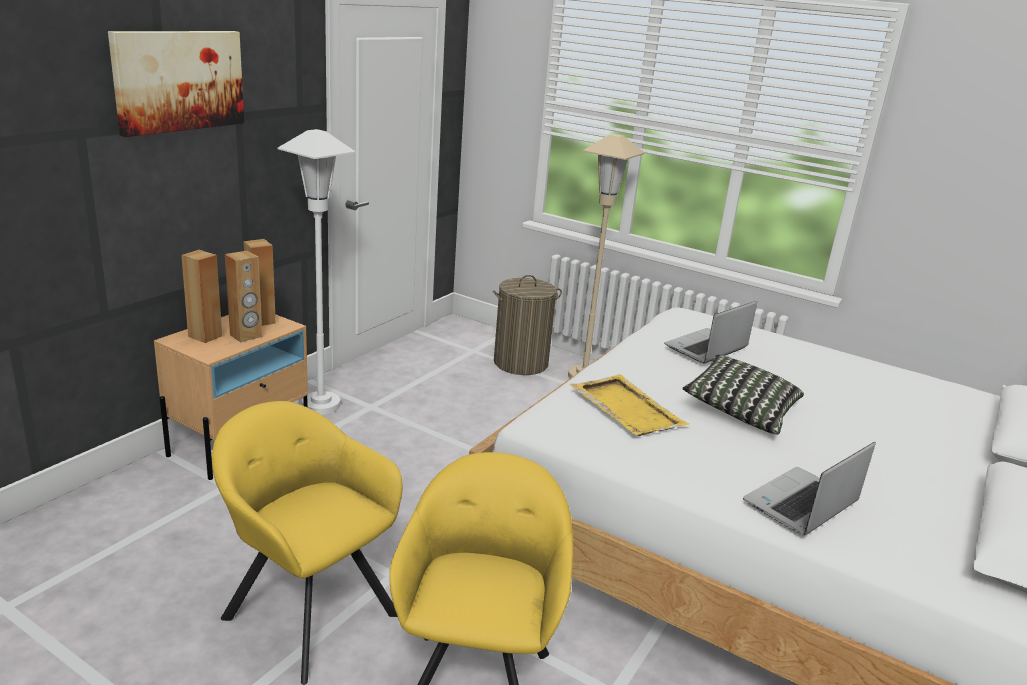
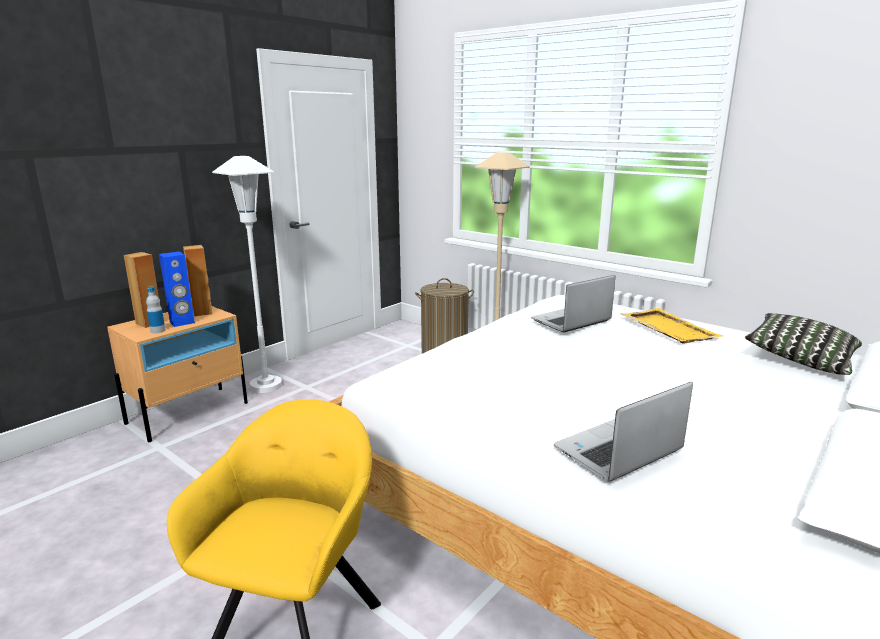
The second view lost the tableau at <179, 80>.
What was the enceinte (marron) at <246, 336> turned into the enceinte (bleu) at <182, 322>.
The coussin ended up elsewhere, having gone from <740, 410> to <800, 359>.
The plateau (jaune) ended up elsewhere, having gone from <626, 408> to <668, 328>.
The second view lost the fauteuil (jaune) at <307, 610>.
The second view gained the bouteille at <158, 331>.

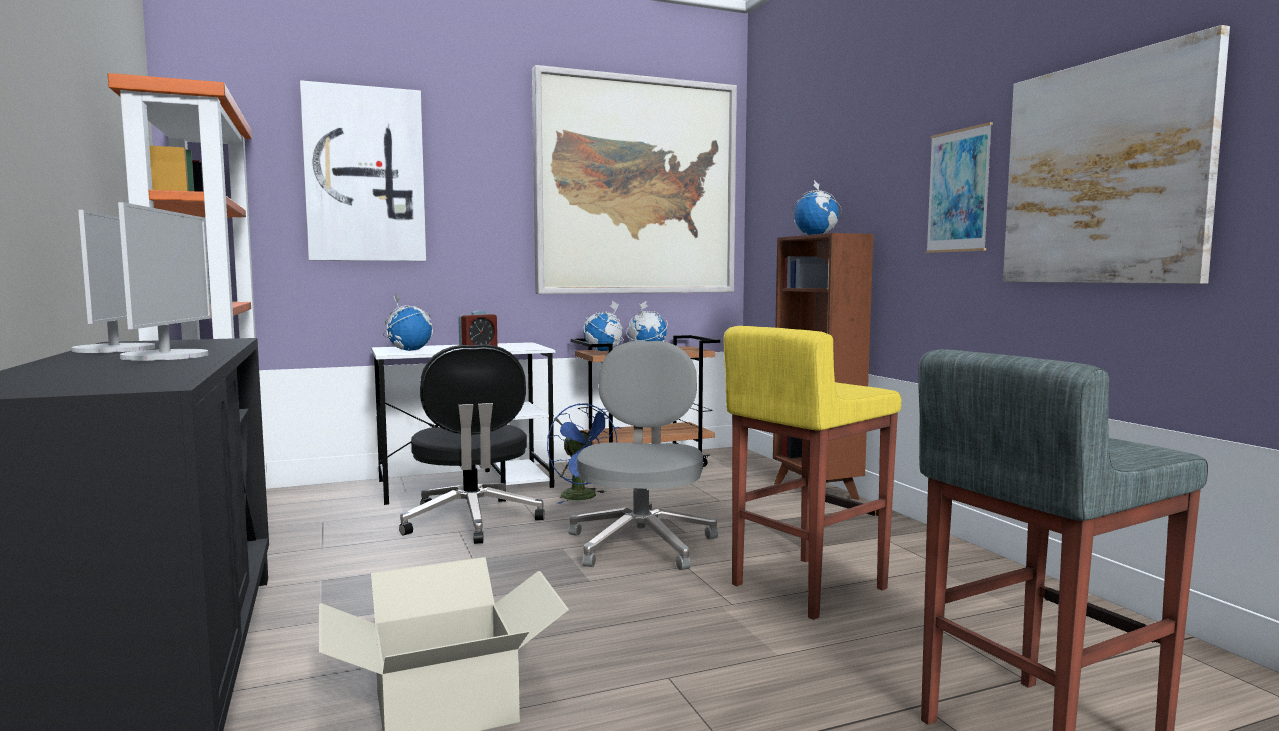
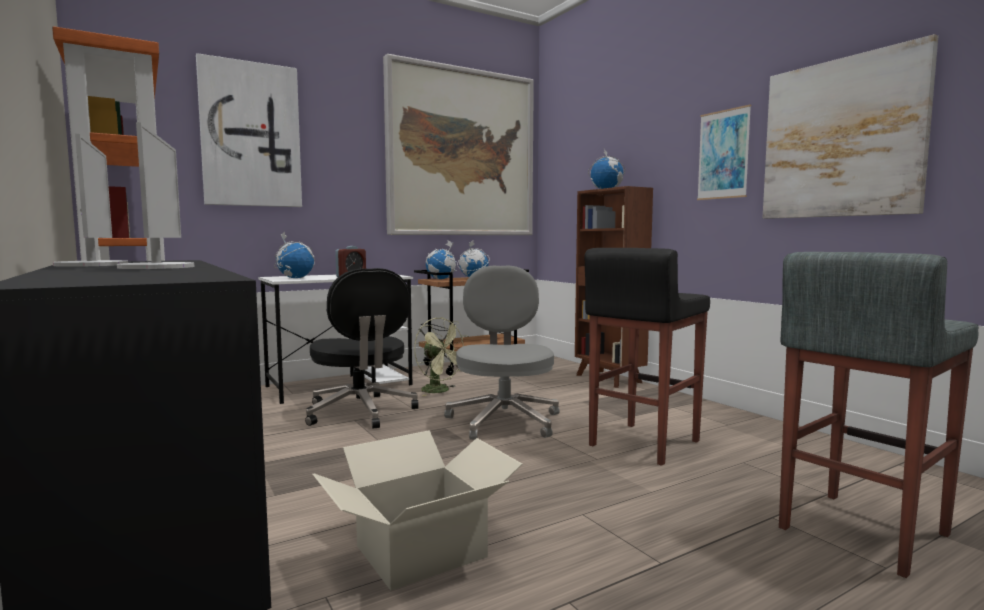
What was the tabouret (jaune) at <806, 586> turned into the tabouret (noir) at <642, 443>.
What was the ventilateur (bleu) at <584, 498> turned into the ventilateur (vert) at <440, 391>.

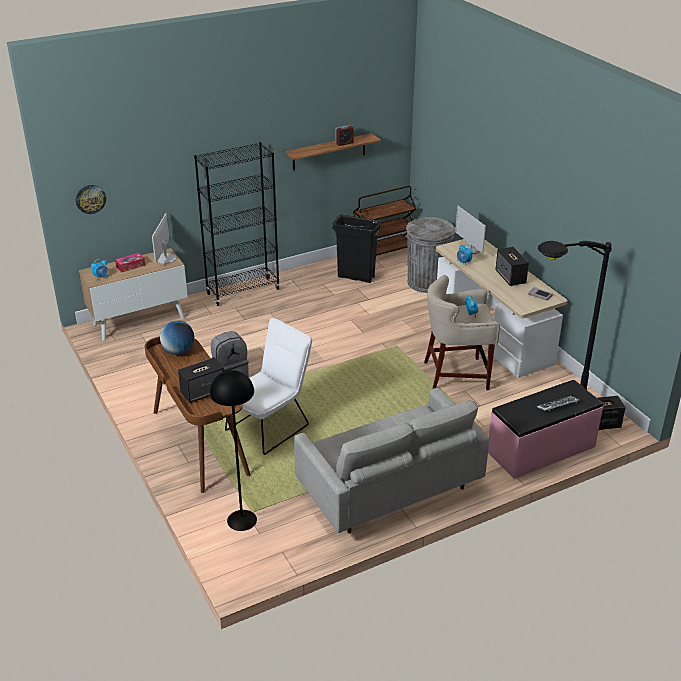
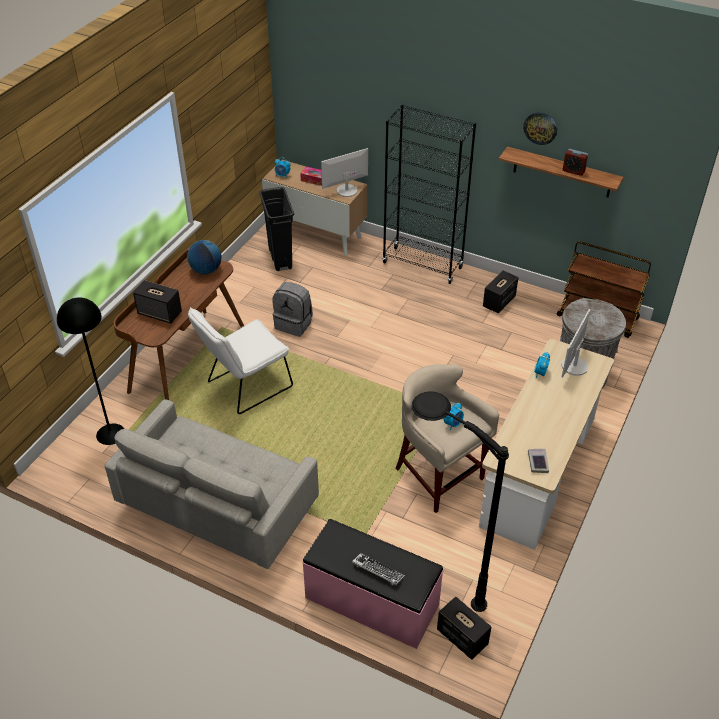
The horloge murale ended up elsewhere, having gone from <90, 199> to <540, 128>.
The poubelle (noir) ended up elsewhere, having gone from <355, 277> to <280, 258>.
The enceinte ended up elsewhere, having gone from <510, 277> to <499, 302>.
The chaise (blanc) at <271, 425> ended up facing another way, 135 degrees clockwise from before.

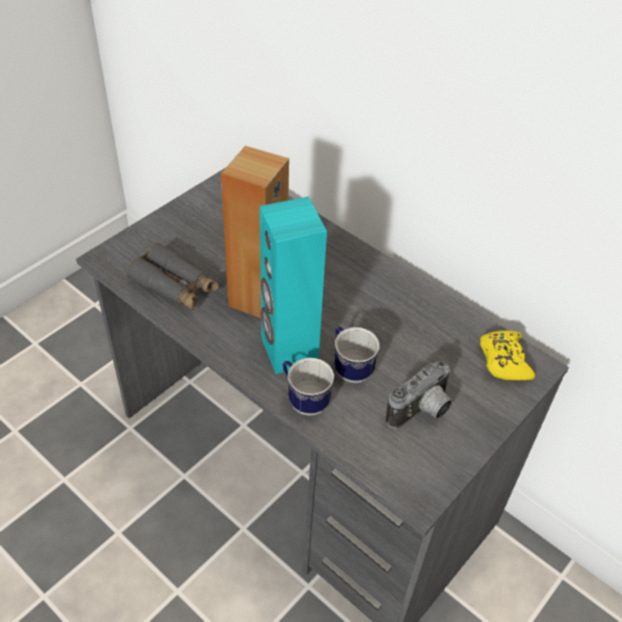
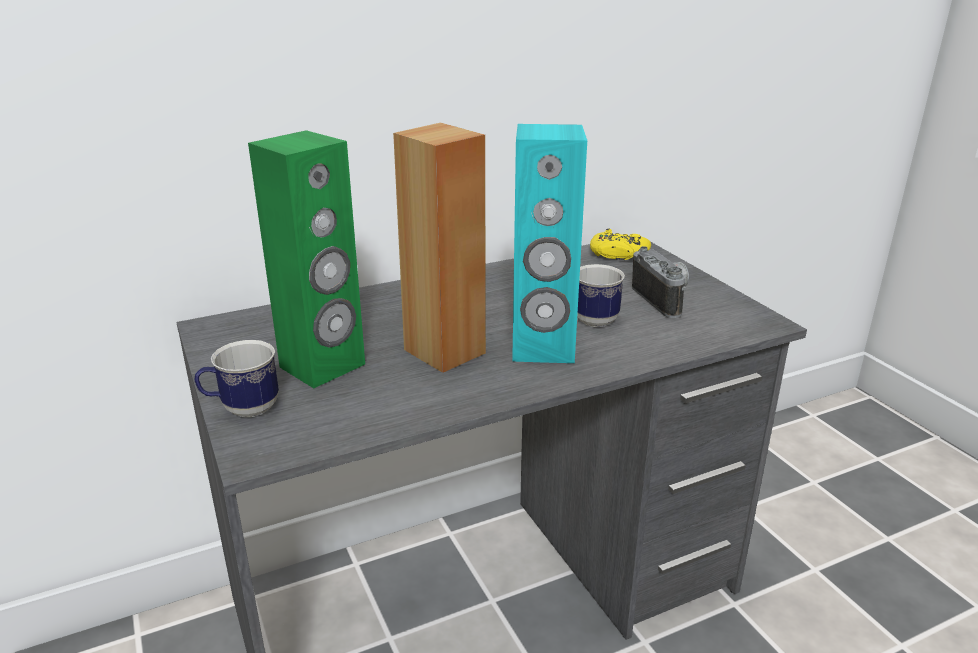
The second view lost the jumelles (gris) at <175, 286>.
The mug ended up elsewhere, having gone from <304, 400> to <242, 410>.
The second view gained the enceinte (vert) at <323, 366>.

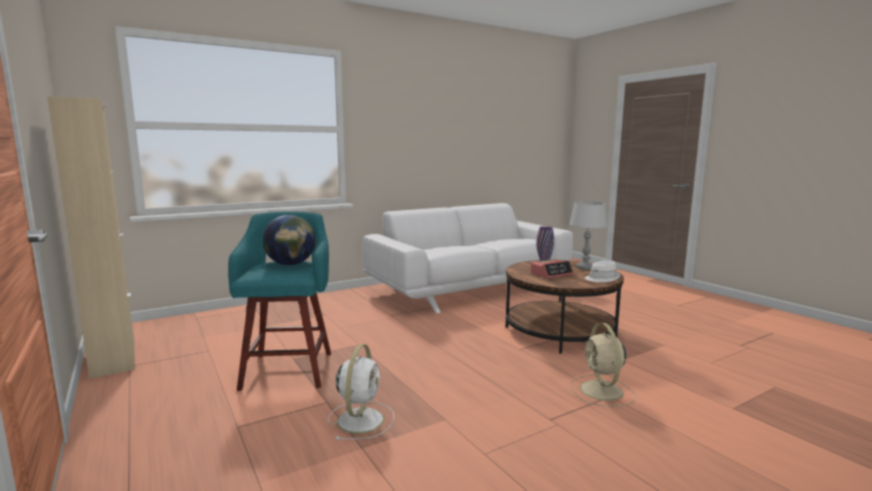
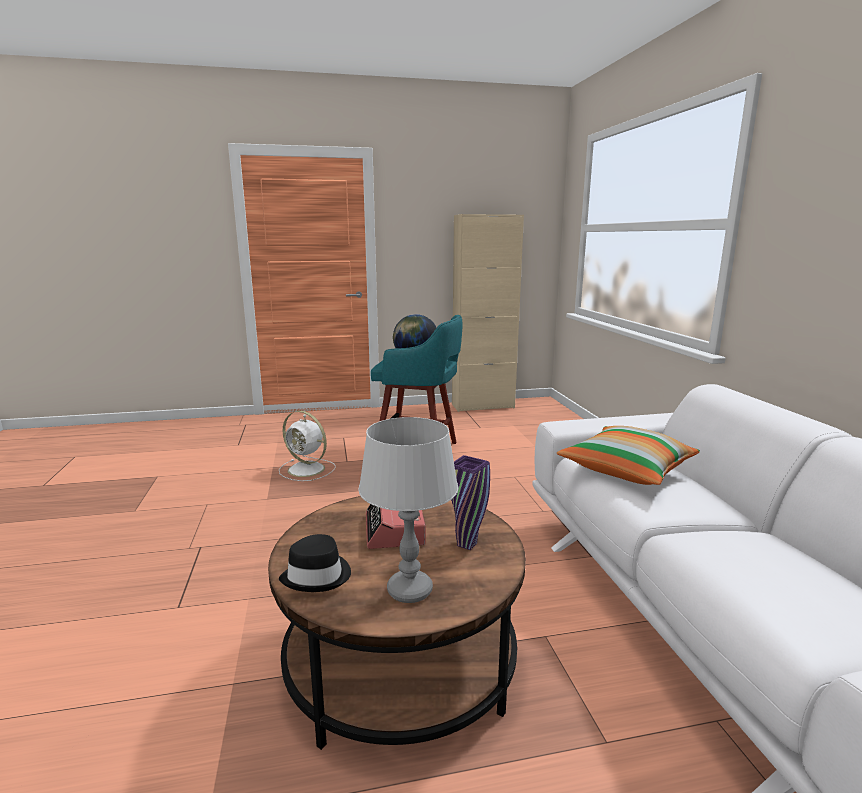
What was the chapeau (blanc) at <601, 278> turned into the chapeau (noir) at <318, 576>.
The second view lost the ventilateur (beige) at <602, 391>.
The second view gained the coussin at <626, 470>.

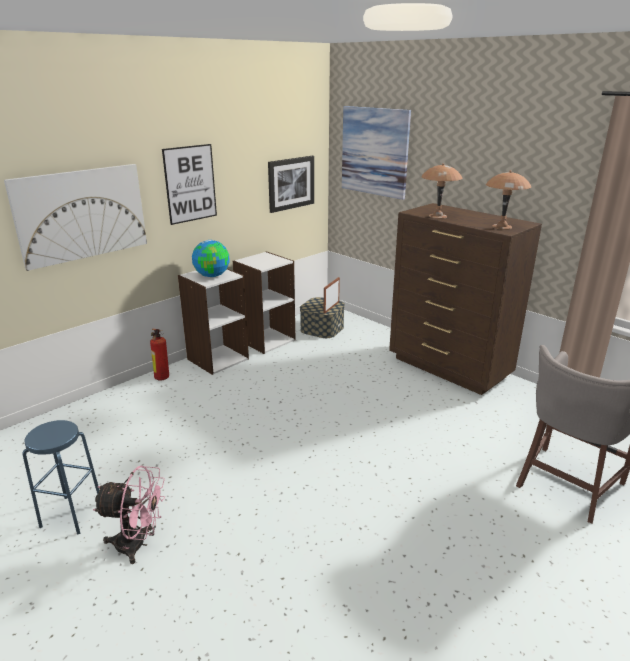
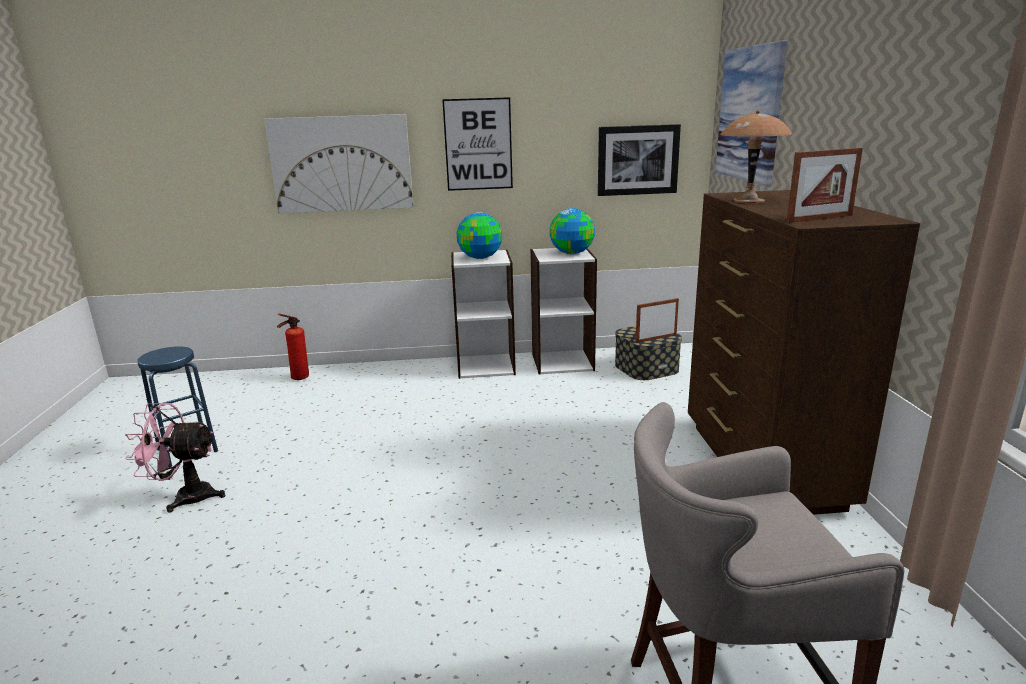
Where the lampe de table (marron) stood at <501, 227>, the cadre photo came to stand at <819, 218>.
The extincteur ended up elsewhere, having gone from <161, 379> to <297, 378>.
The ventilateur (rose) at <138, 544> ended up facing another way, 135 degrees clockwise from before.
The second view gained the globe at <572, 253>.

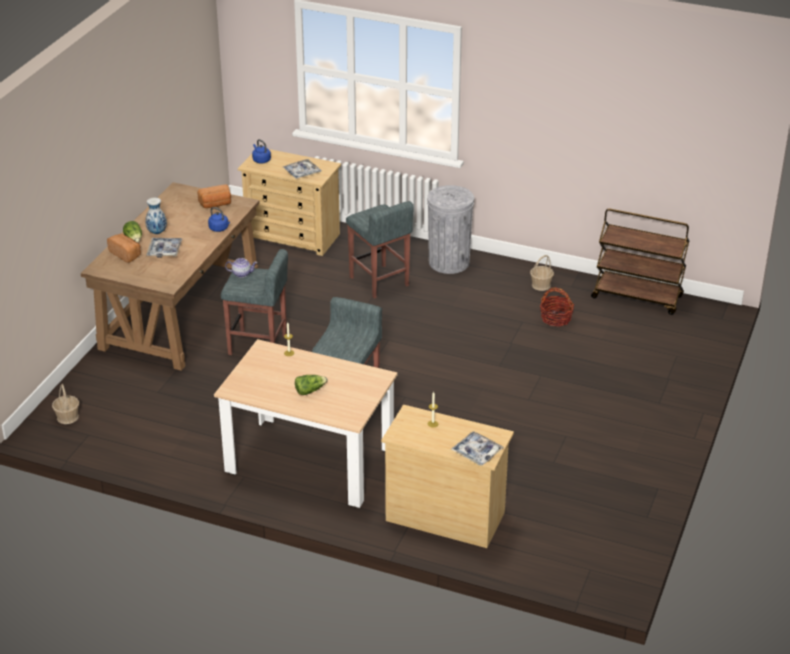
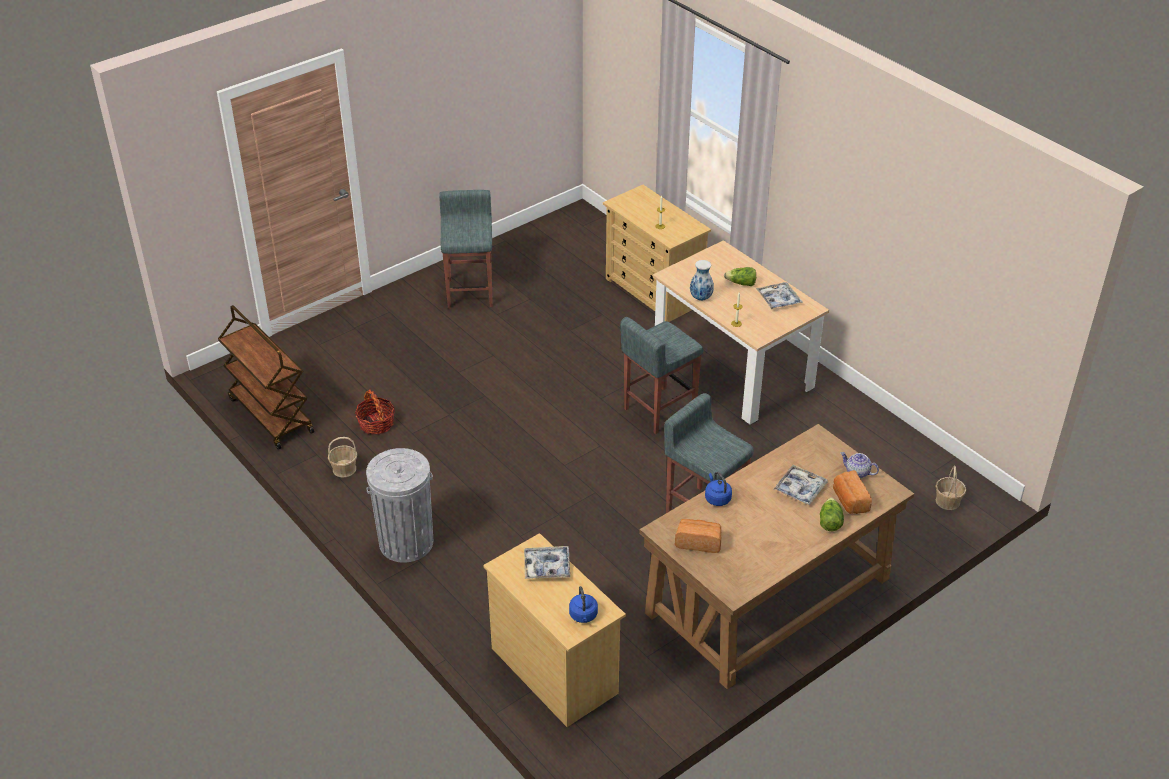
The vase ended up elsewhere, having gone from <157, 232> to <701, 298>.
The tabouret (gris) ended up elsewhere, having gone from <379, 282> to <470, 292>.
The théière ended up elsewhere, having gone from <242, 274> to <857, 472>.
The plateau ended up elsewhere, having gone from <477, 452> to <778, 299>.

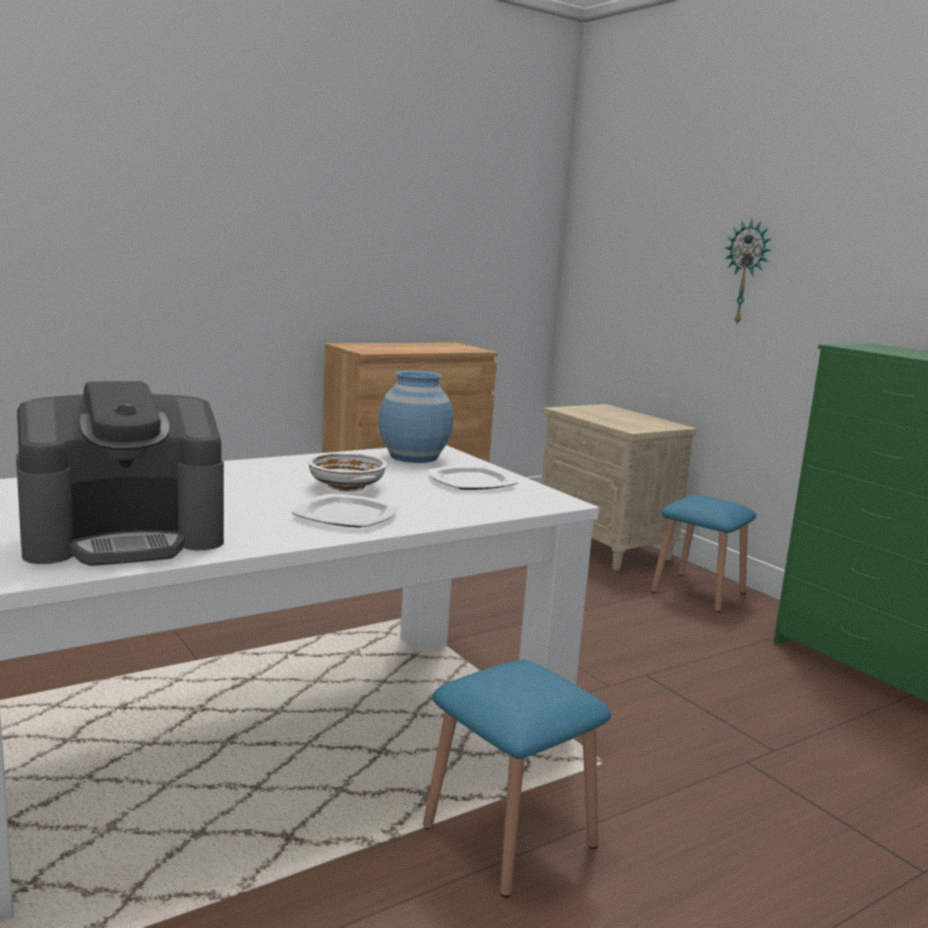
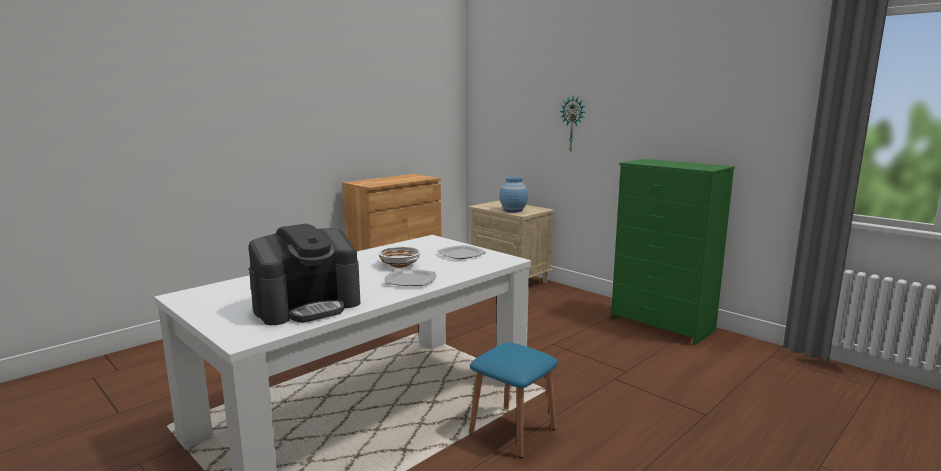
The vase (bleu) ended up elsewhere, having gone from <413, 457> to <513, 210>.
The second view lost the tabouret (bleu) at <698, 592>.

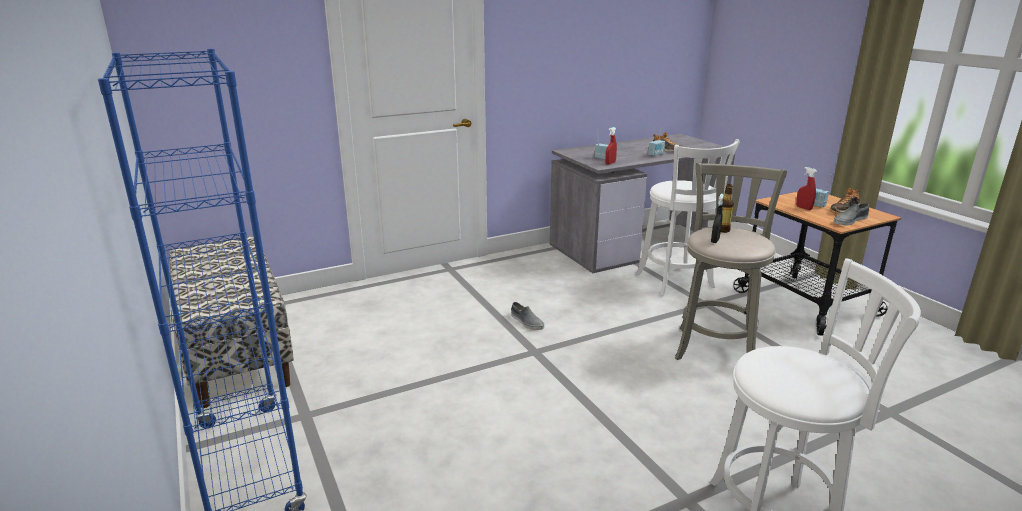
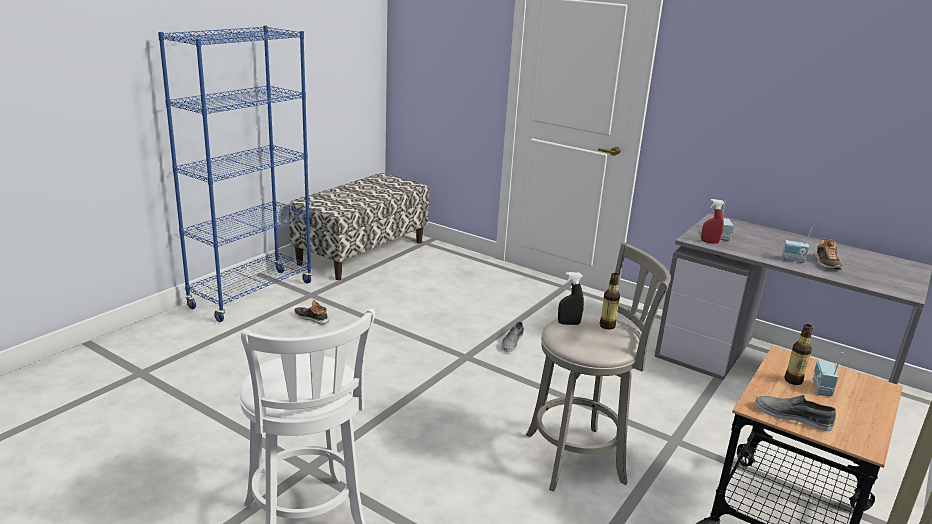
The second view lost the tabouret (blanc) at <676, 282>.
Where the vaporisateur (rouge) stood at <803, 208>, the bouteille came to stand at <793, 380>.
The chaussure ended up elsewhere, having gone from <844, 209> to <312, 318>.

